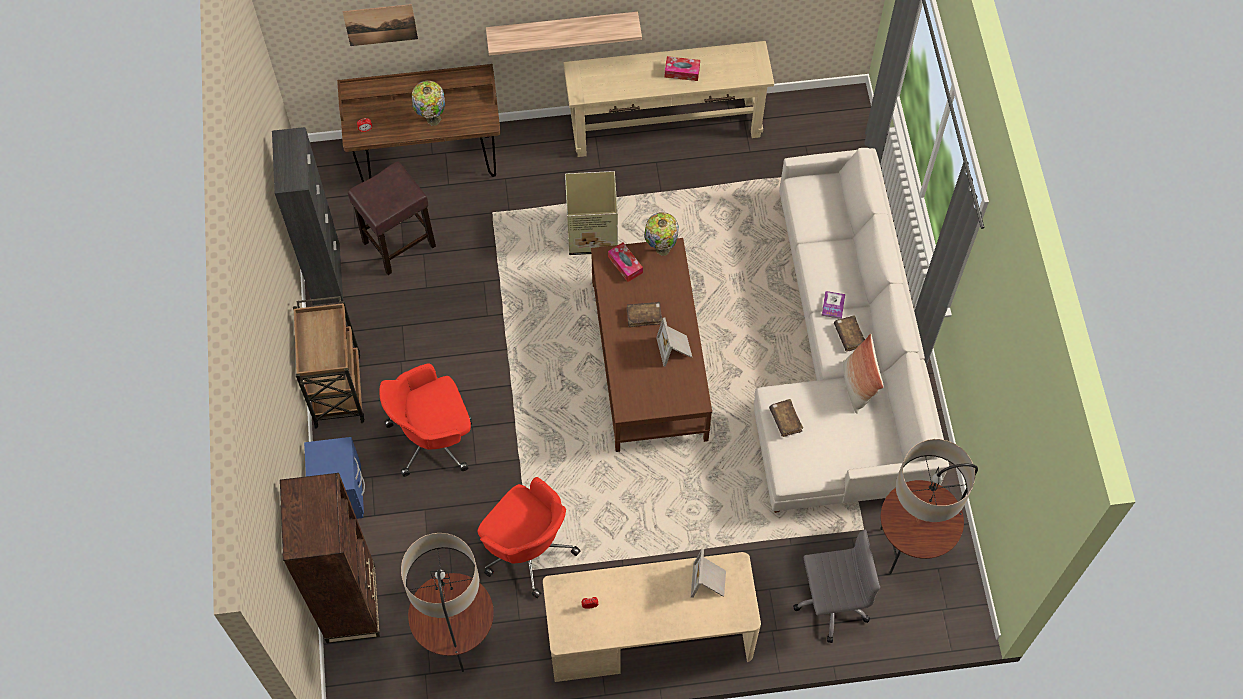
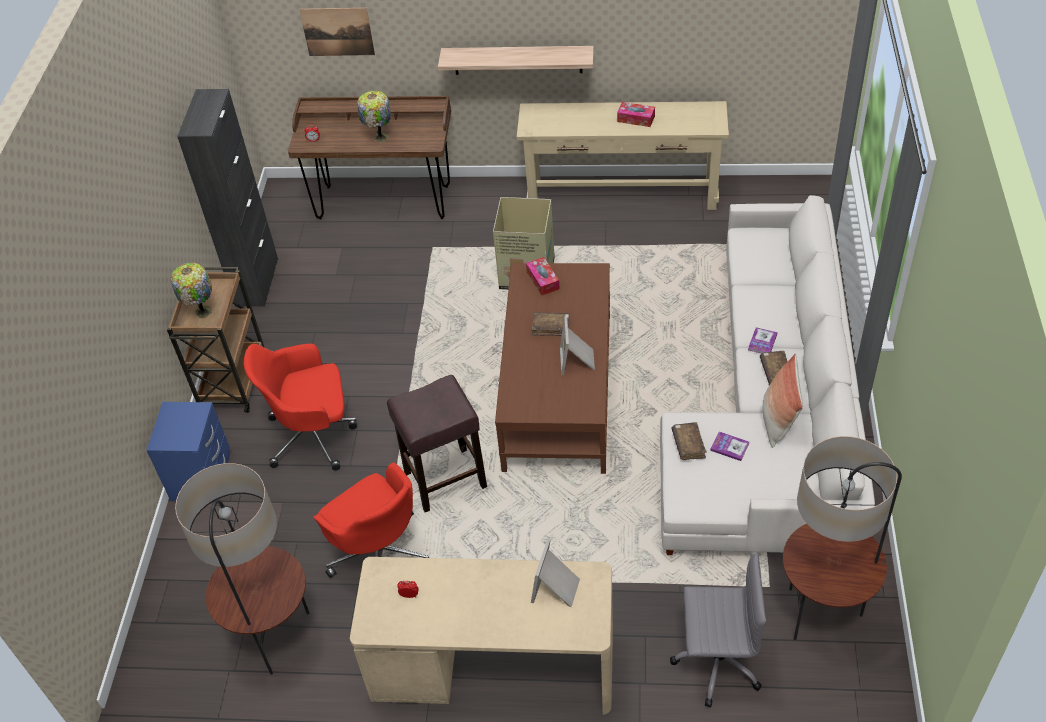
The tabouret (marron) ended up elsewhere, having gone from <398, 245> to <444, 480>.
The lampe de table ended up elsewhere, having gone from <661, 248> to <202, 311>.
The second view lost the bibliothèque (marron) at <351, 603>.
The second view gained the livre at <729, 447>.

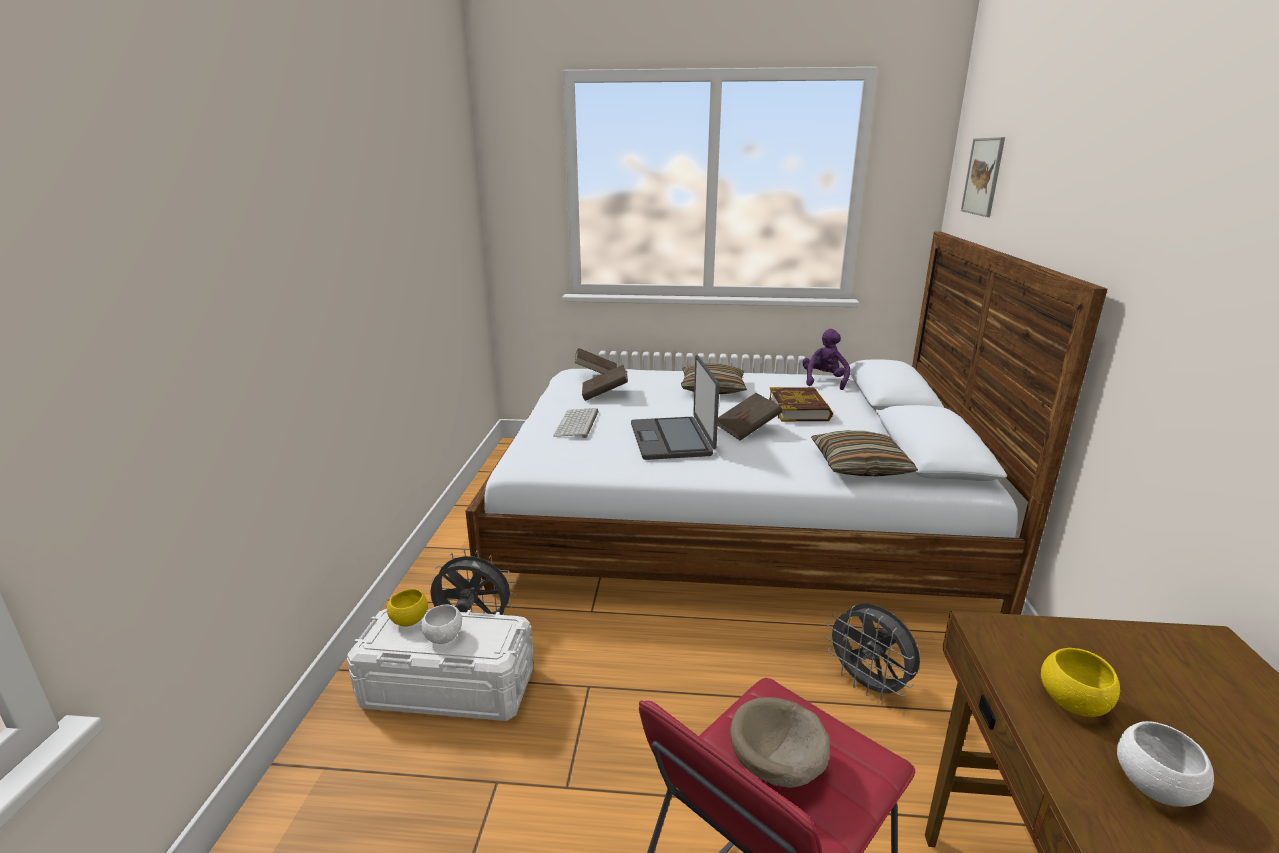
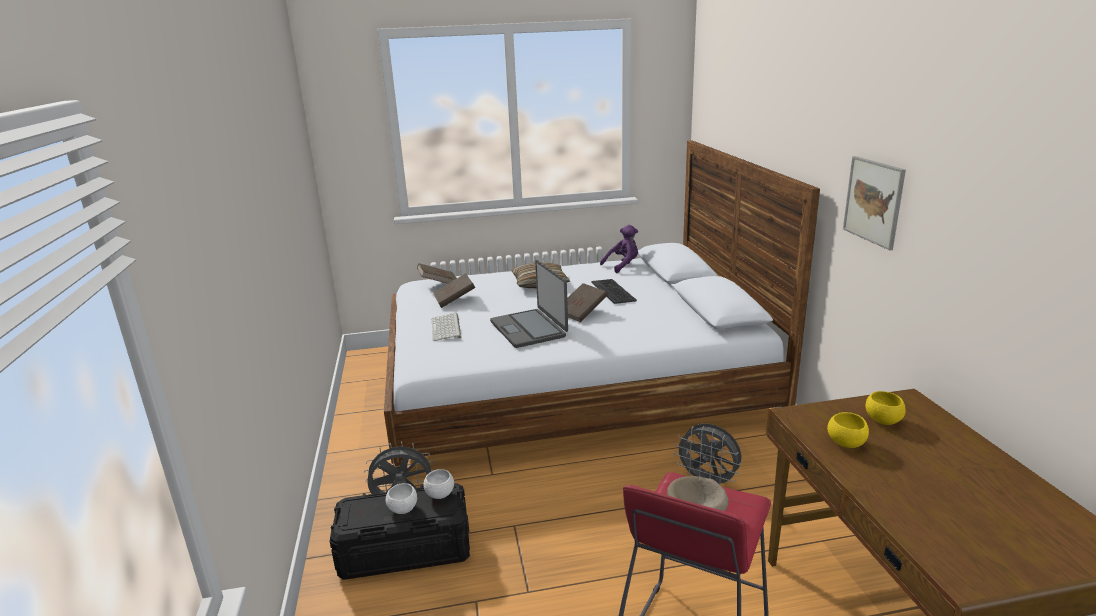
The tableau ended up elsewhere, having gone from <983, 176> to <873, 201>.
The peluche (violet) at <824, 381> ended up facing another way, 60 degrees clockwise from before.
Where the livre stood at <799, 410>, the clavier came to stand at <613, 291>.
The second view lost the coussin at <860, 466>.
The bol (jaune) ended up elsewhere, having gone from <409, 620> to <882, 420>.
What was the boîte de rangement (blanc) at <448, 688> turned into the boîte de rangement (noir) at <405, 550>.
The bol (blanc) ended up elsewhere, having gone from <1154, 787> to <440, 494>.

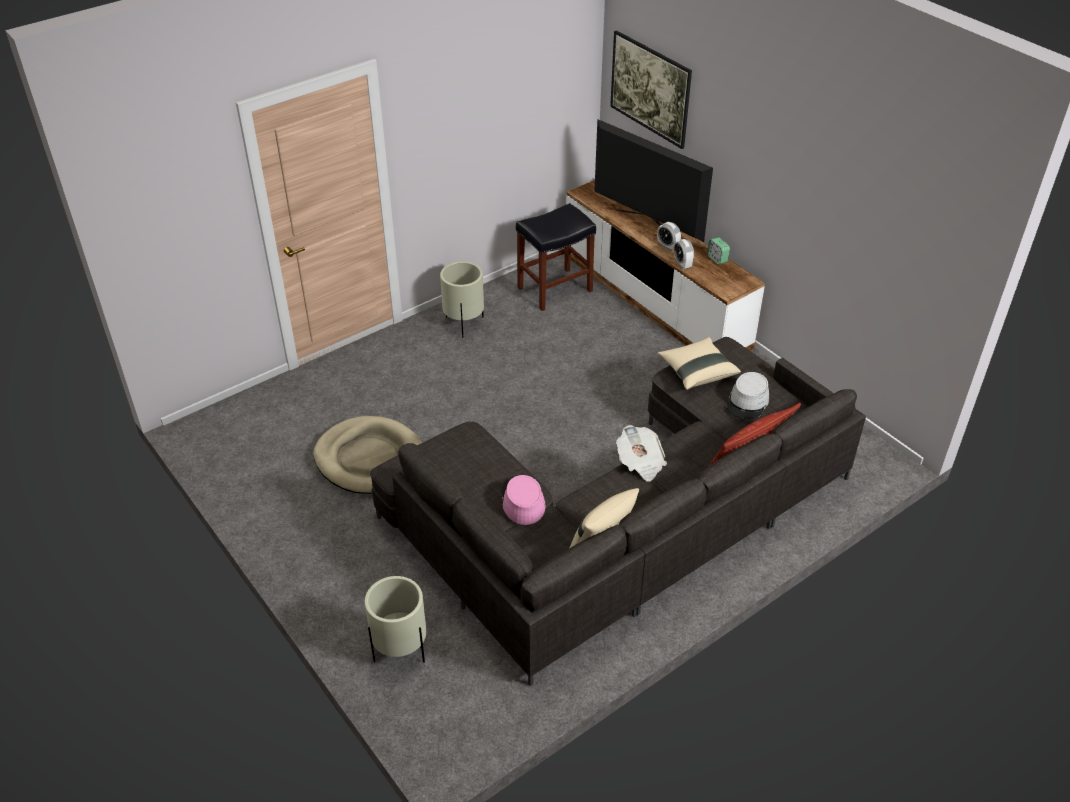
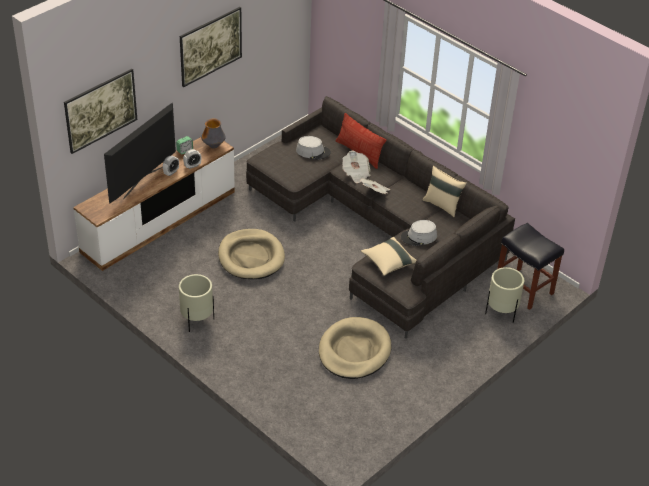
The tabouret (noir) ended up elsewhere, having gone from <554, 290> to <525, 289>.
The coussin (beige) ended up elsewhere, having gone from <697, 372> to <388, 262>.
What was the chapeau (rose) at <522, 501> turned into the chapeau (gris) at <419, 237>.
The second view gained the tableau at <211, 58>.
The second view gained the vase at <213, 146>.
The second view gained the journal at <356, 173>.
The second view gained the panier pour chien (beige) at <251, 257>.

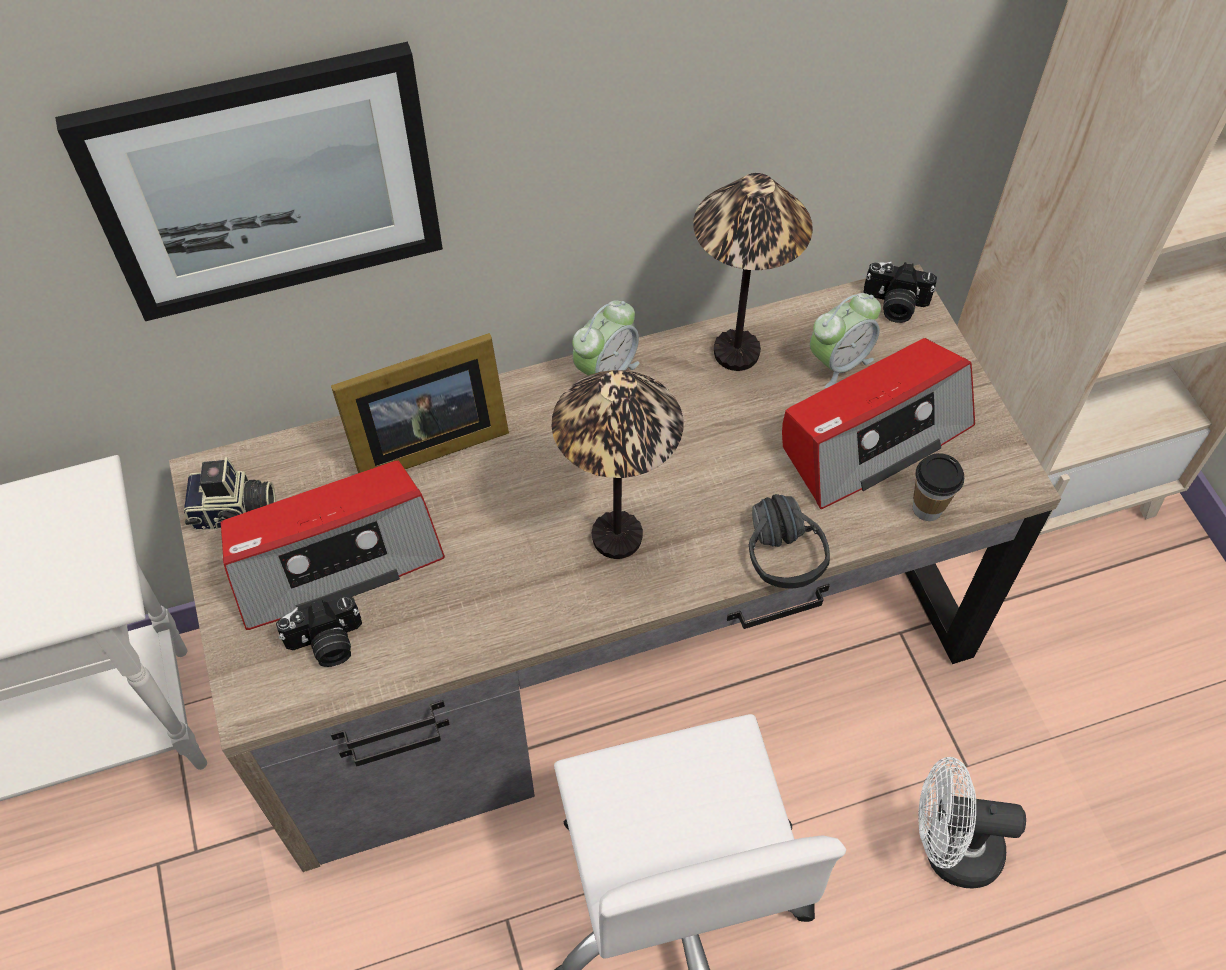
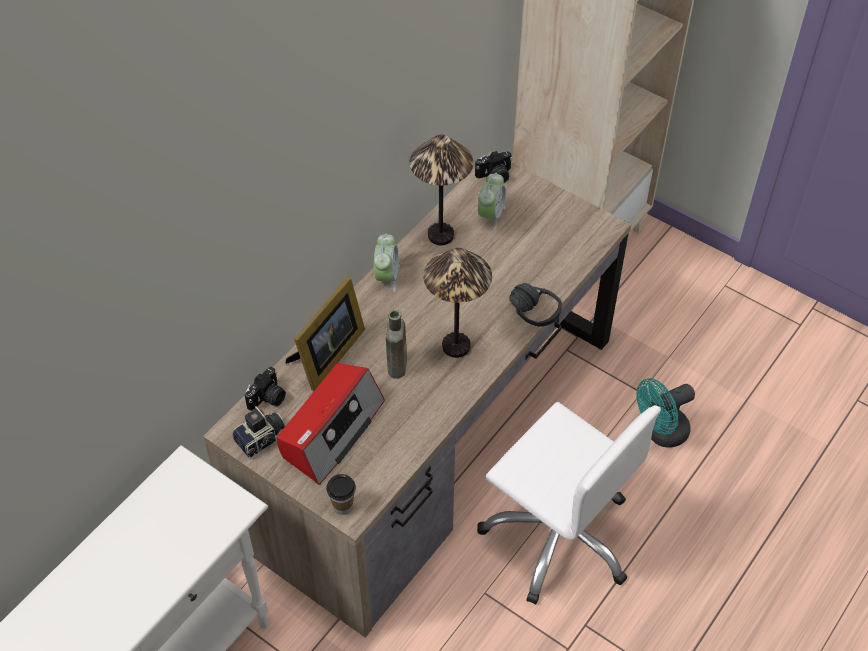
The second view lost the tableau at <267, 183>.
The second view lost the radio at <872, 437>.
The tasse ended up elsewhere, having gone from <927, 508> to <343, 506>.
The appareil photo ended up elsewhere, having gone from <327, 644> to <268, 398>.
What was the ventilateur (blanc) at <949, 849> turned into the ventilateur (turquoise) at <660, 433>.
The second view gained the bouteille (marron) at <397, 364>.

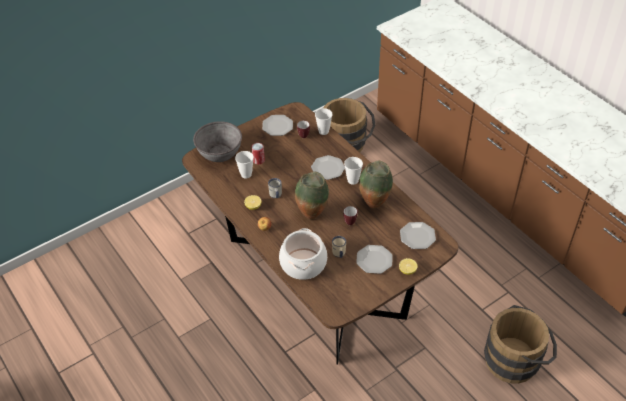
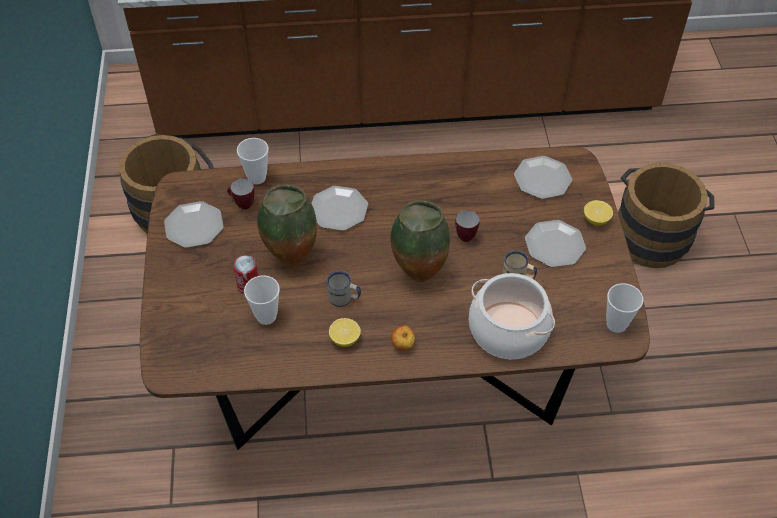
The second view lost the bol (gris) at <219, 153>.
The tasse ended up elsewhere, having gone from <353, 180> to <616, 324>.
The vase ended up elsewhere, having gone from <374, 204> to <290, 258>.

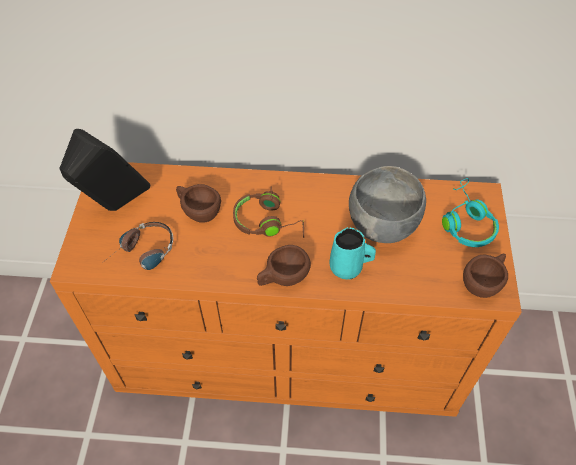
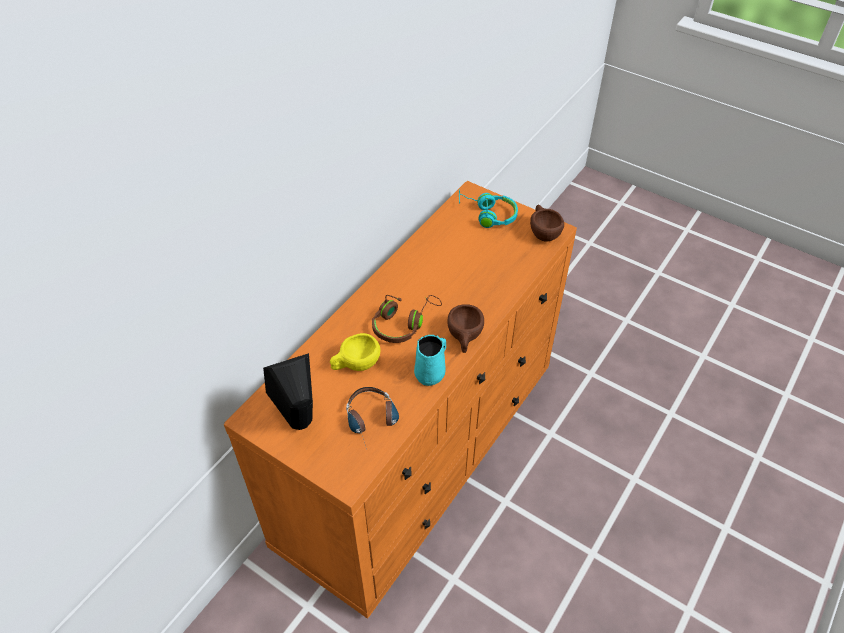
The second view lost the bol (gris) at <381, 226>.
What was the tasse (marron) at <198, 211> turned into the tasse (jaune) at <355, 365>.
The mug (turquoise) ended up elsewhere, having gone from <348, 268> to <431, 373>.

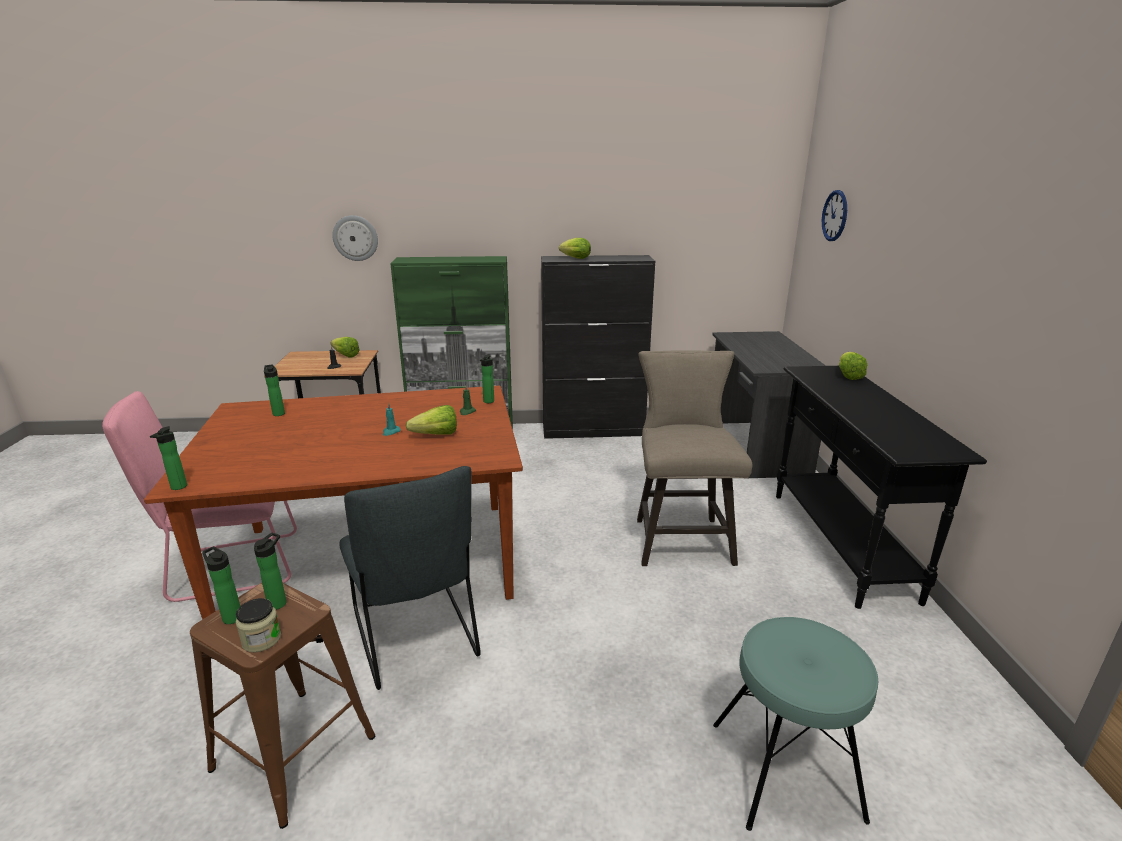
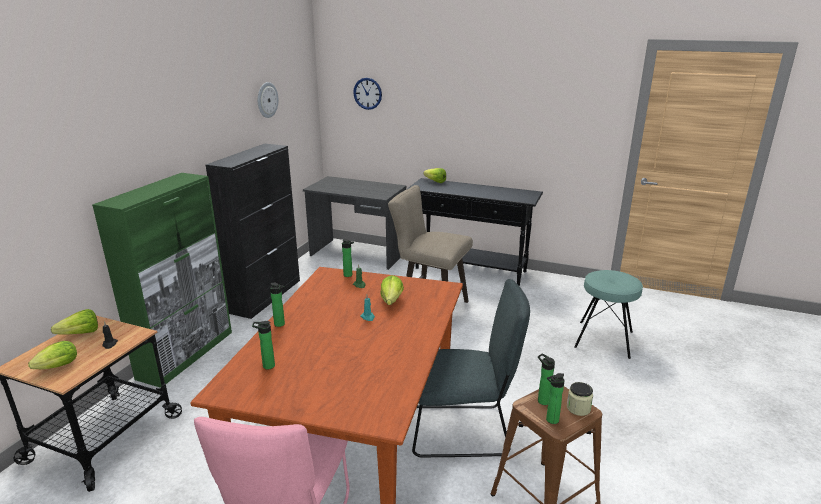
The horloge murale ended up elsewhere, having gone from <355, 238> to <267, 100>.
The laitue ended up elsewhere, having gone from <574, 258> to <55, 367>.
The bouteille ended up elsewhere, having gone from <177, 488> to <280, 324>.

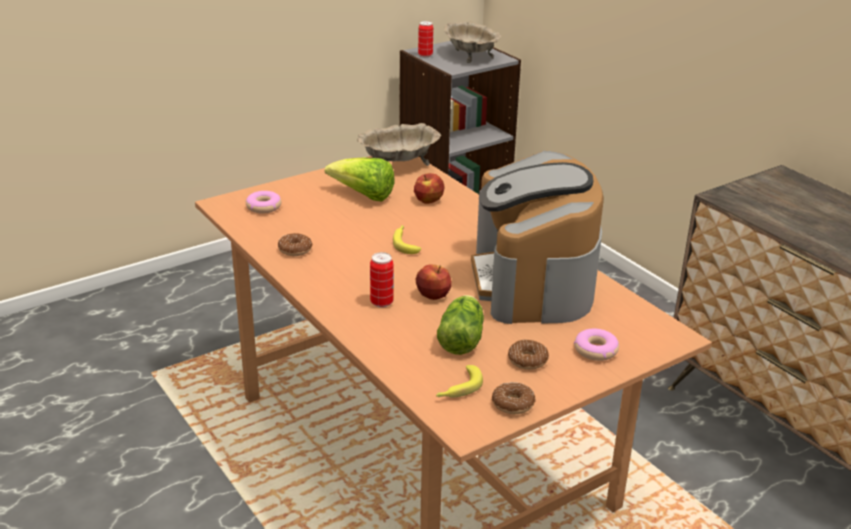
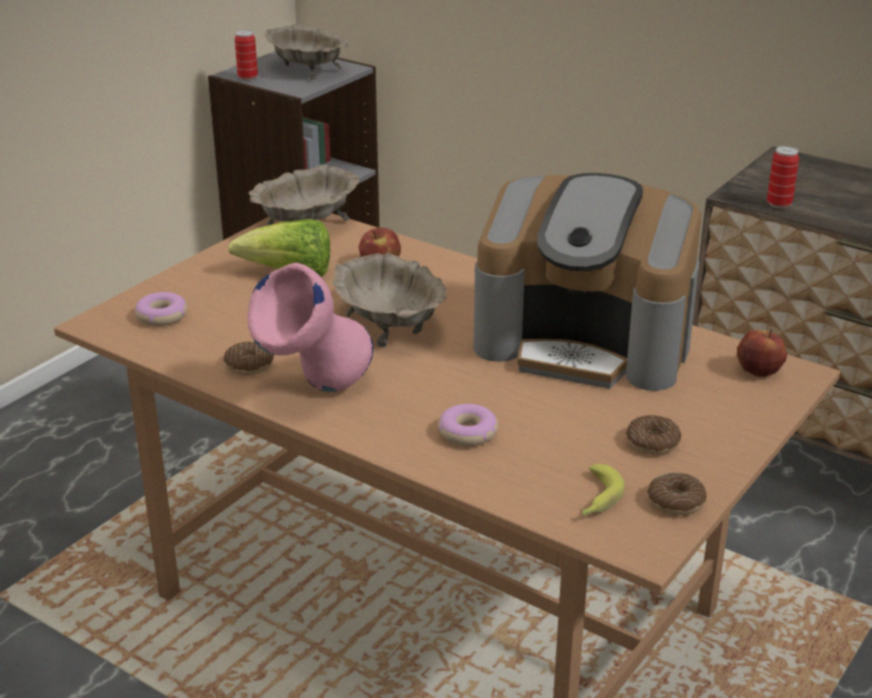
The machine à café at <533, 281> ended up facing another way, 45 degrees counterclockwise from before.
Where the banane stood at <405, 243>, the bol (beige) came to stand at <391, 326>.
The boîte métallique ended up elsewhere, having gone from <381, 302> to <779, 204>.
The pomme ended up elsewhere, having gone from <433, 295> to <758, 371>.
The second view lost the laitue at <462, 338>.
The beignet ended up elsewhere, having gone from <596, 350> to <468, 433>.
The second view gained the vase (rose) at <315, 393>.

